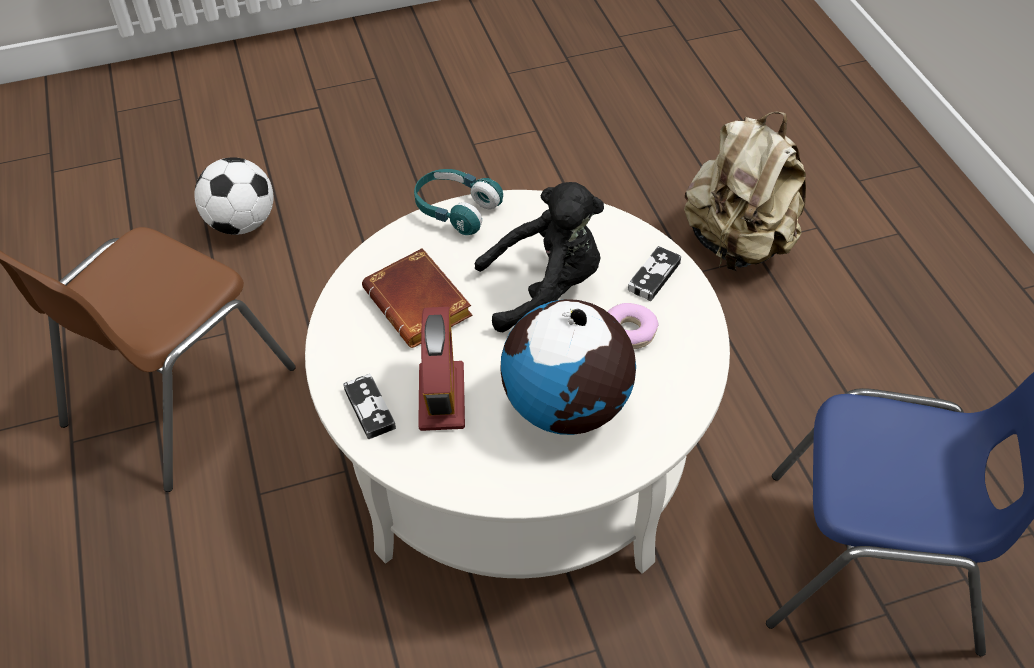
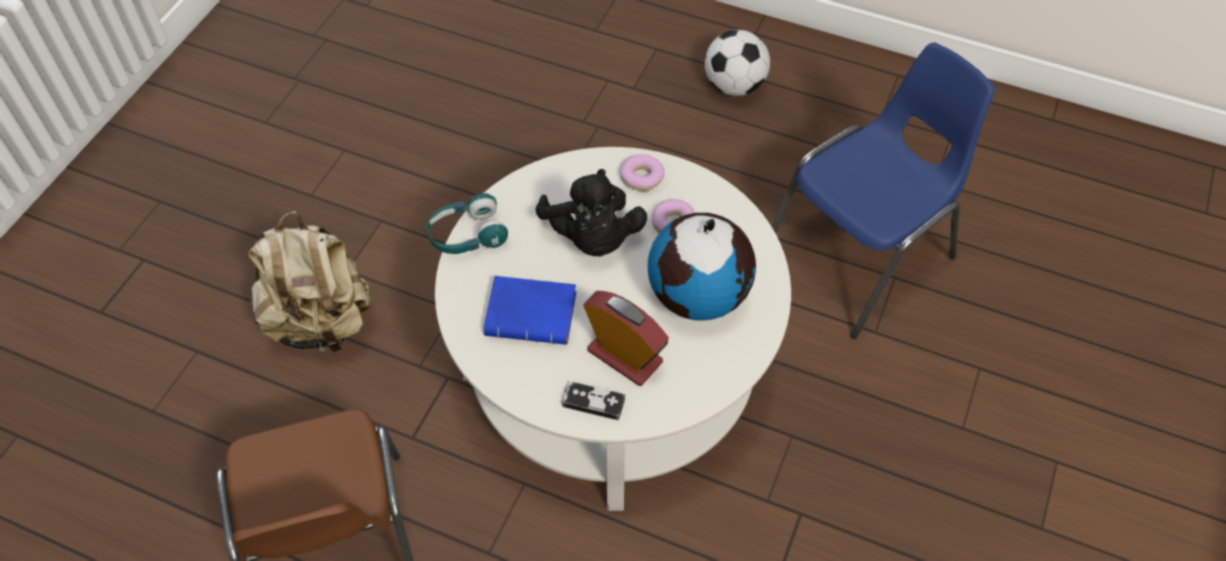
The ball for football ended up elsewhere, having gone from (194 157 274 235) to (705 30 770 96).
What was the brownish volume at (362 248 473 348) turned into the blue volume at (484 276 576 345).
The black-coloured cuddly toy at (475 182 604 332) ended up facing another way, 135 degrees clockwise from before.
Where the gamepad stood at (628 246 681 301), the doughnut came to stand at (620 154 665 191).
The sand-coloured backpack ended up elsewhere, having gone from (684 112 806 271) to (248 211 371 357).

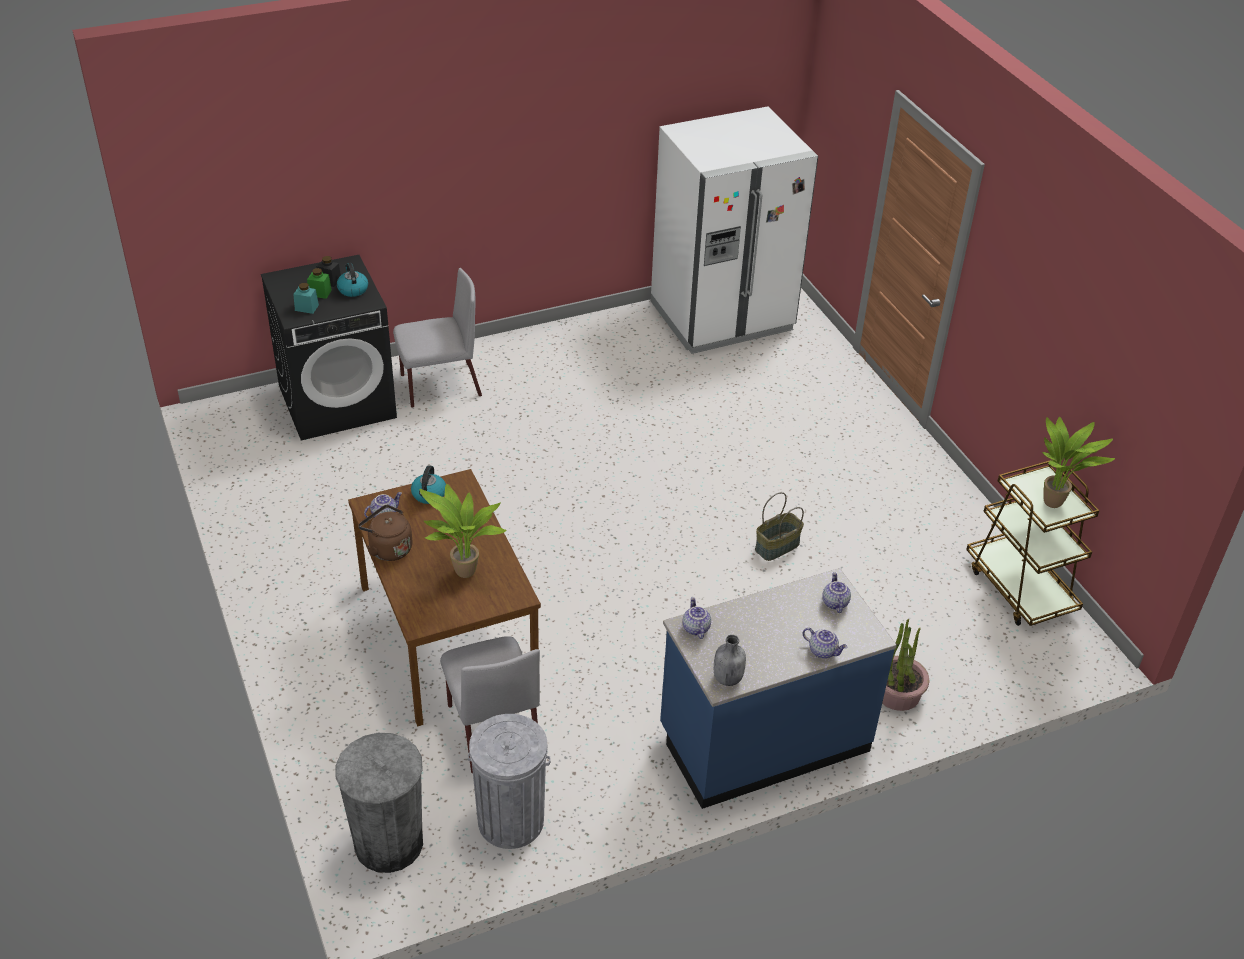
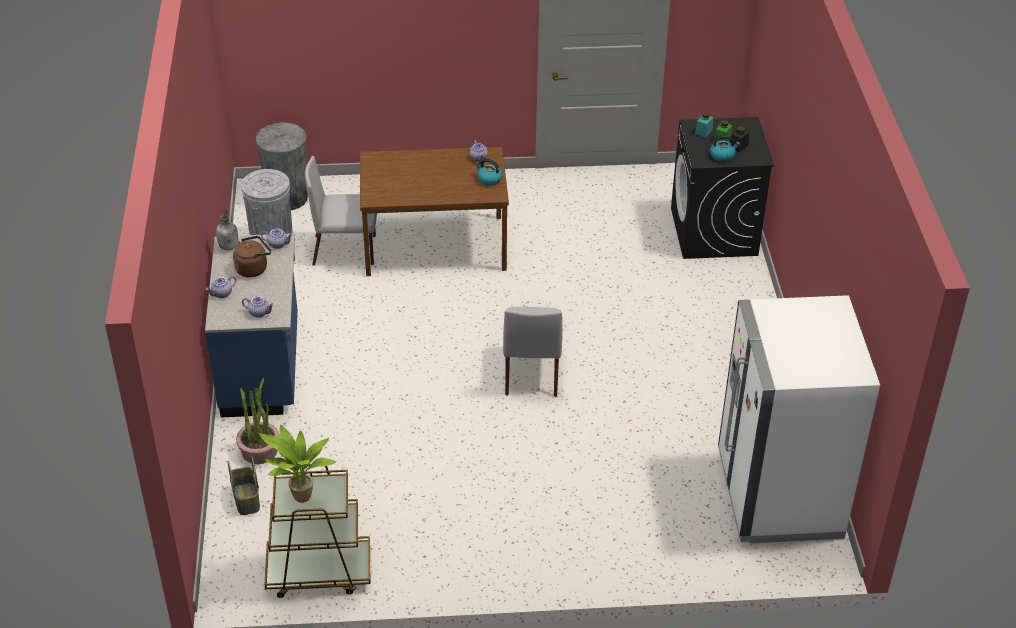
The brownish kettle ended up elsewhere, having gone from (358 505 413 561) to (233 236 271 277).
The gray plain chair ended up elsewhere, having gone from (393 268 482 408) to (503 307 563 397).
The second view lost the plant in a pot at (420 484 506 578).
The basket ended up elsewhere, having gone from (755 492 804 561) to (228 456 260 515).

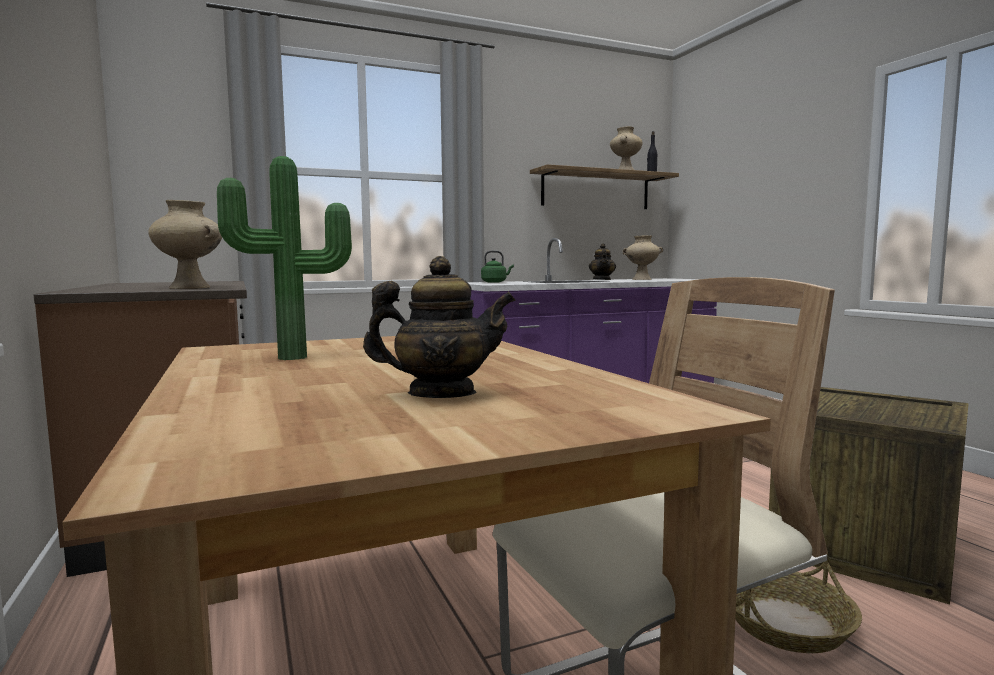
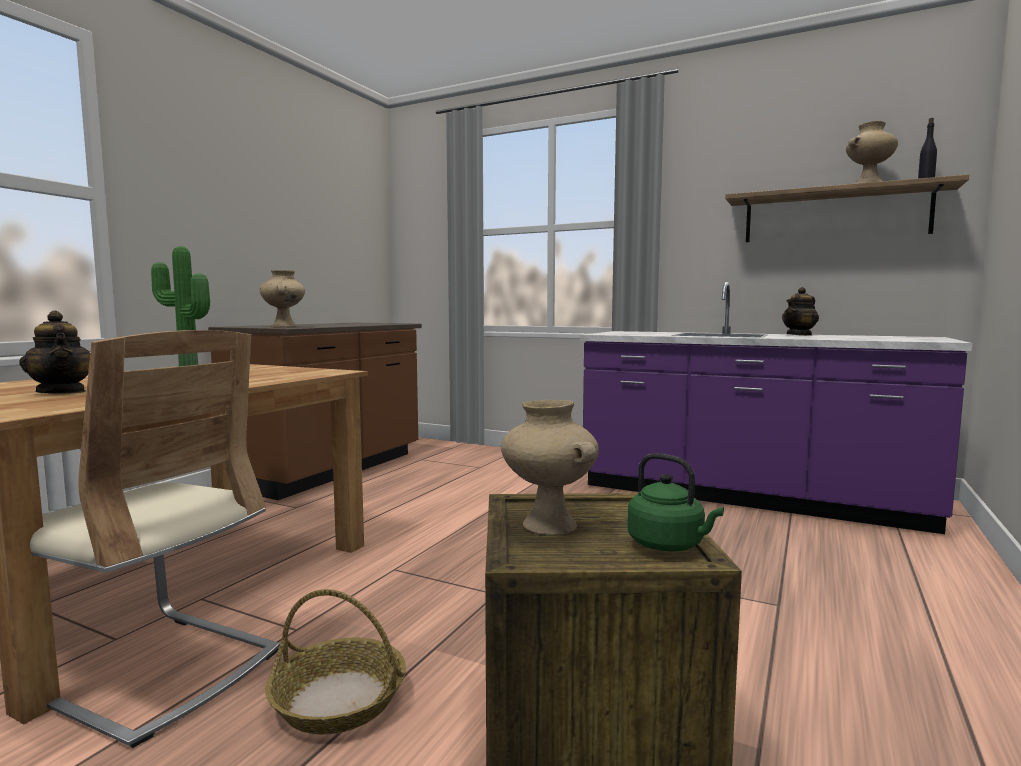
The green-coloured kettle ended up elsewhere, having gone from (481 250 514 283) to (628 453 724 552).
The sand-coloured decorative vase ended up elsewhere, having gone from (622 235 663 280) to (501 400 599 535).

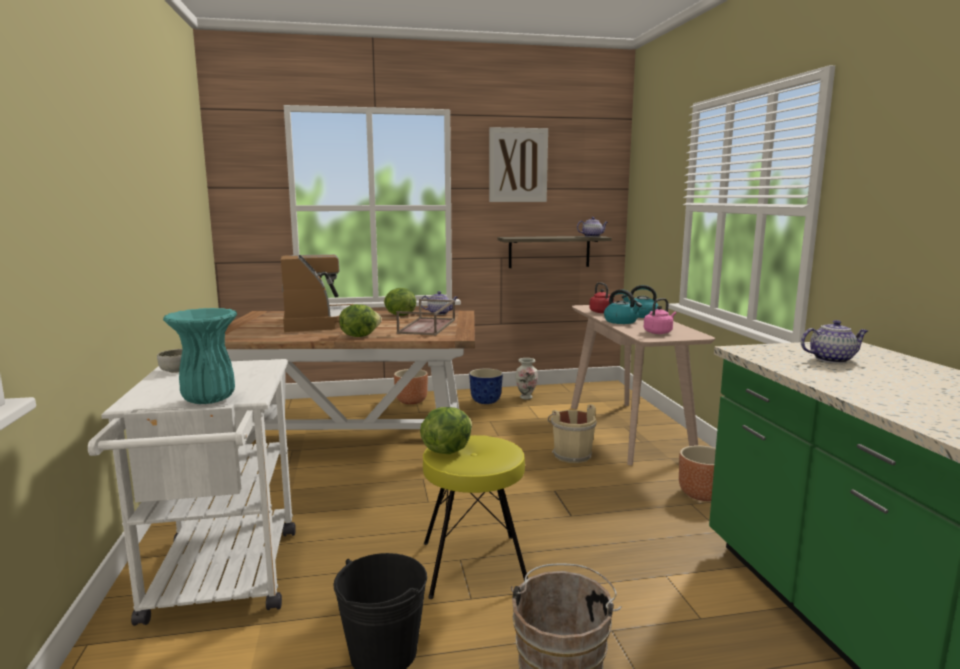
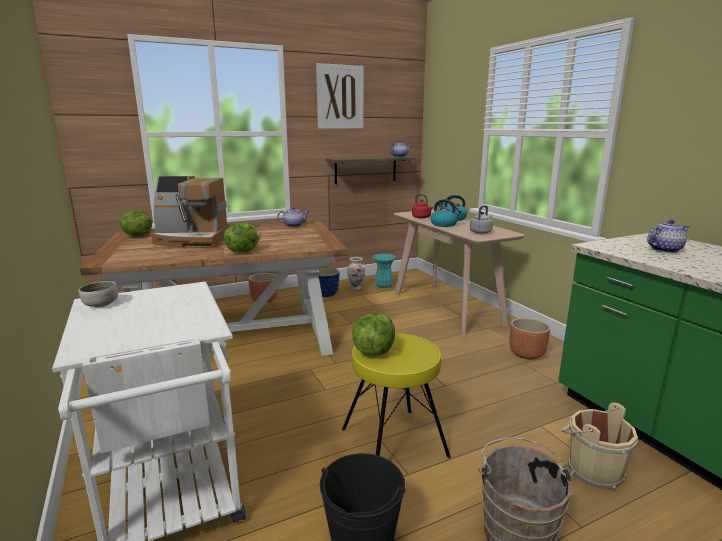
The turquoise-coloured decorative vase ended up elsewhere, having gone from (163 308 237 404) to (372 254 396 288).
The coffee machine at (281 254 354 332) ended up facing another way, 120 degrees clockwise from before.
The lettuce ended up elsewhere, having gone from (384 288 416 316) to (120 210 152 237).
The second view lost the brownish tray at (396 299 455 335).
The sand-coloured water bucket ended up elsewhere, having gone from (548 404 596 463) to (561 402 638 490).
What was the pink kettle at (644 298 676 334) turned into the gray kettle at (470 205 493 234).

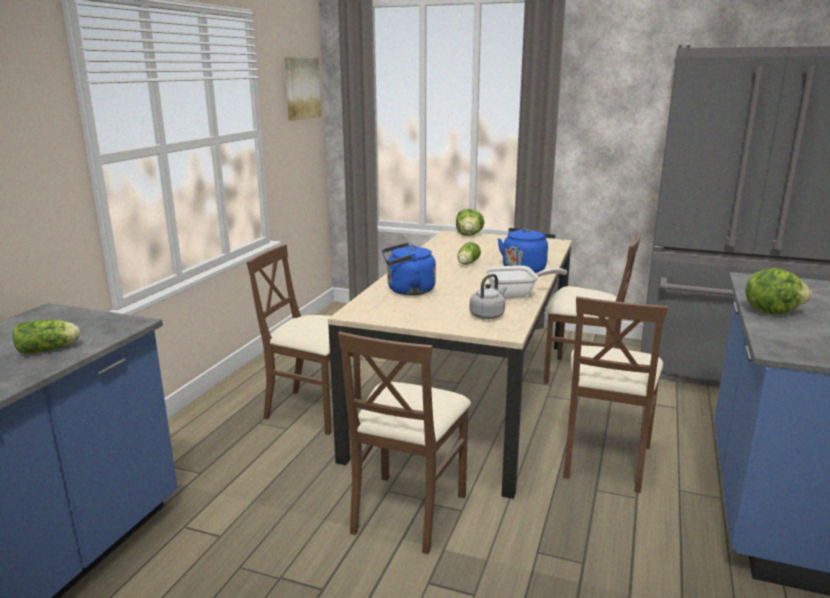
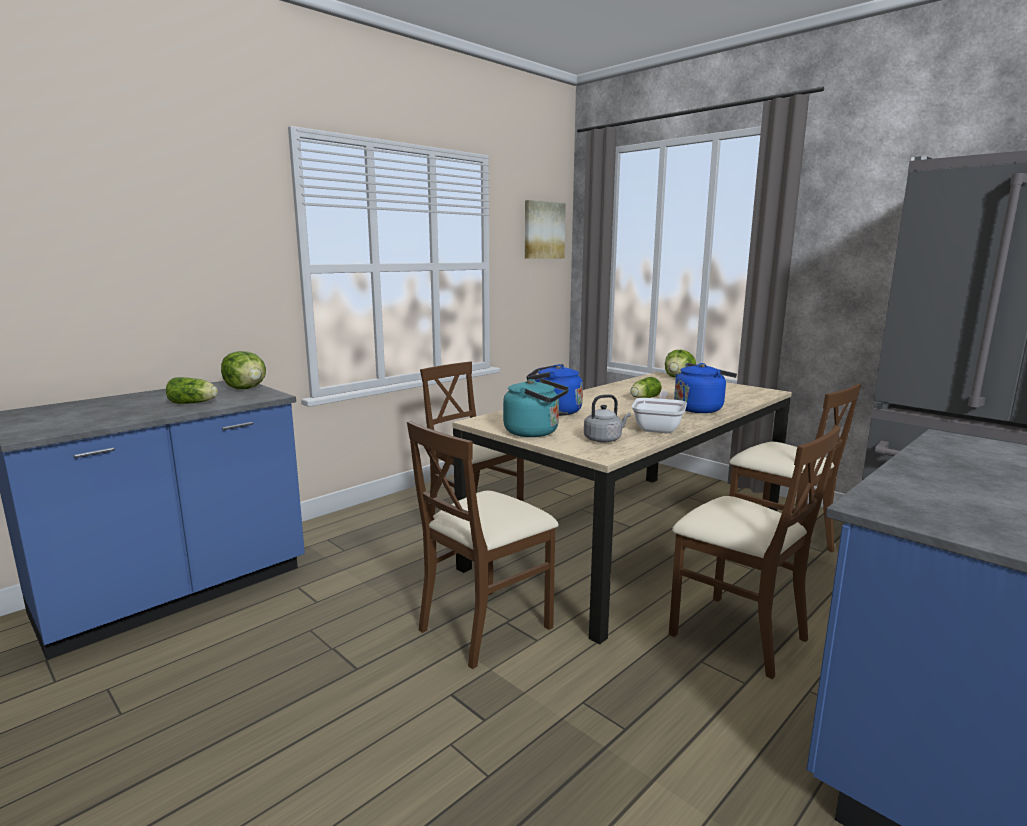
The frying pan at (485 265 567 299) ended up facing another way, 90 degrees counterclockwise from before.
The brownish plain chair at (563 296 668 493) ended up facing another way, 90 degrees counterclockwise from before.
The lettuce ended up elsewhere, having gone from (746 268 812 314) to (221 351 266 389).
The second view gained the turquoise-coloured kettle at (503 378 569 437).

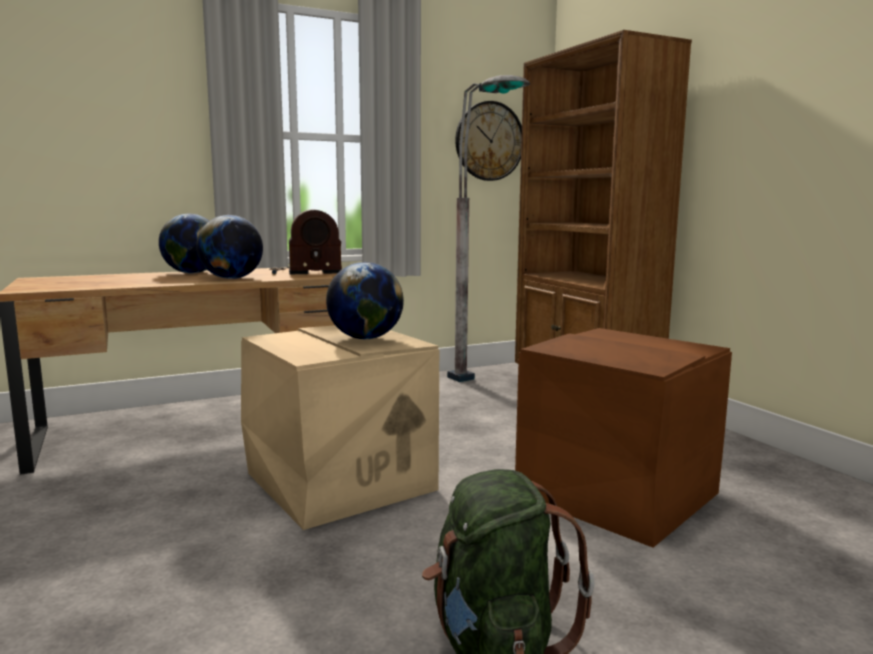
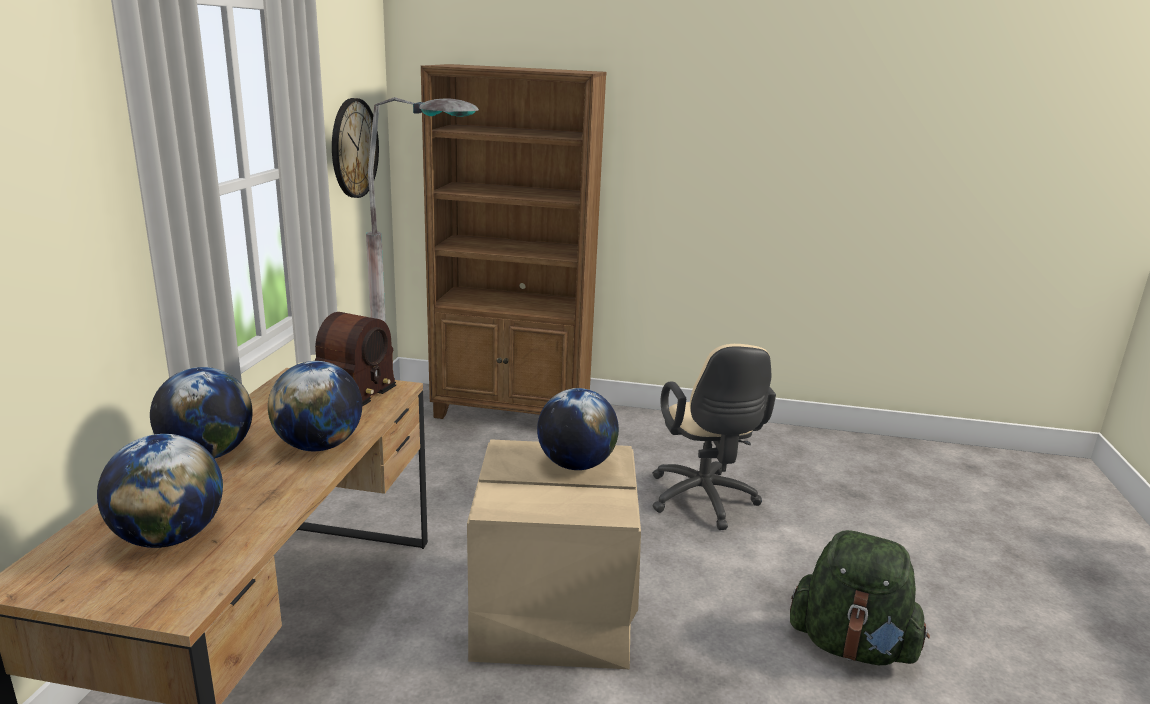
Where the brownish storage box stood at (515 328 732 548), the sand-coloured desk chair came to stand at (653 344 776 530).
The second view gained the globe at (97 434 223 548).

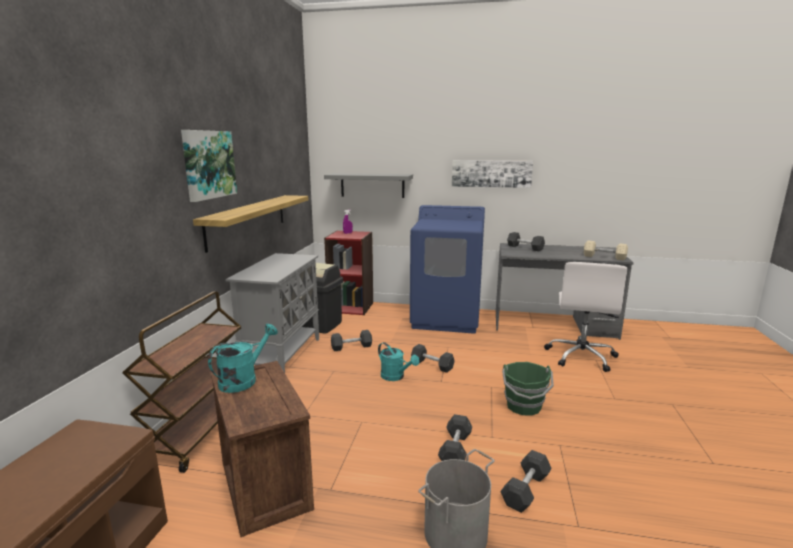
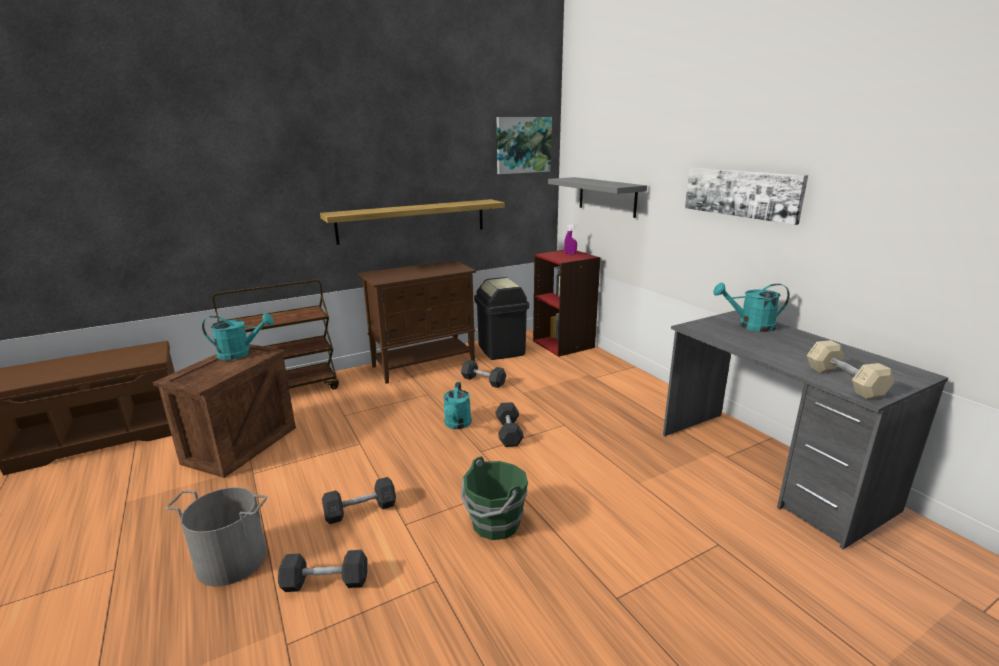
The wall picture ended up elsewhere, having gone from (181 130 237 202) to (497 117 552 174).
What was the gray cabinet at (225 253 319 373) turned into the brownish cabinet at (358 260 476 384).
The second view lost the blue washing machine at (410 205 485 334).
Where the gray free weight stood at (507 232 545 251), the turquoise-coloured watering can came to stand at (713 282 790 332).
The second view lost the whitish desk chair at (544 262 628 372).

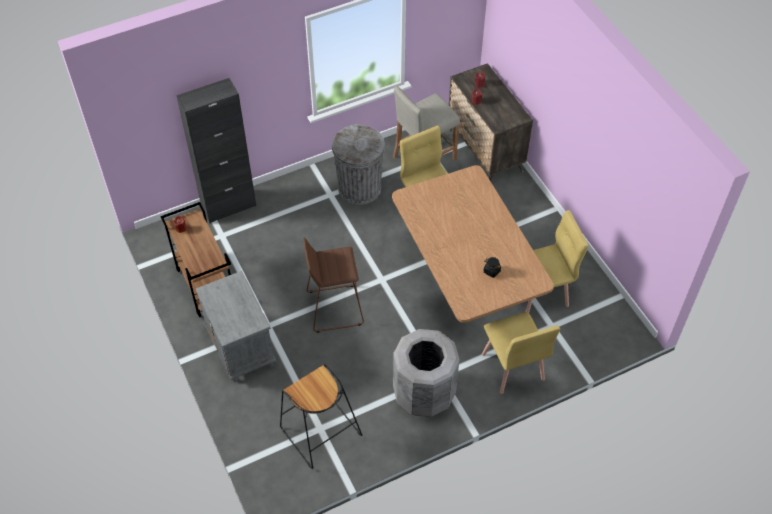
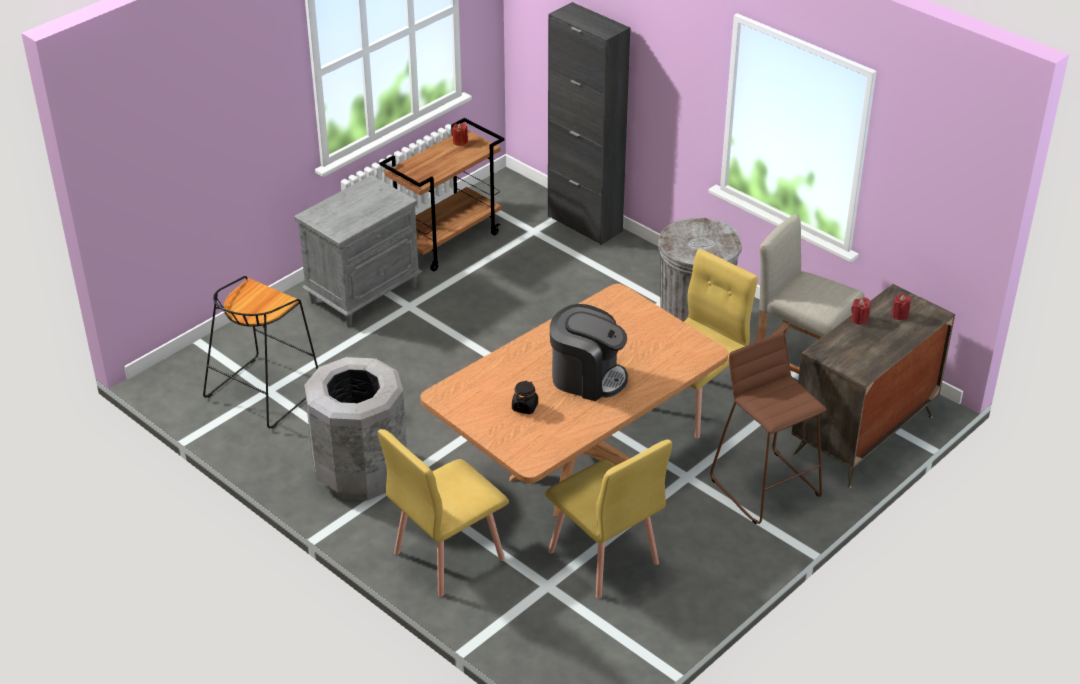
The brownish stool ended up elsewhere, having gone from (303 237 364 333) to (710 332 827 524).
The second view gained the coffee machine at (550 304 628 401).

